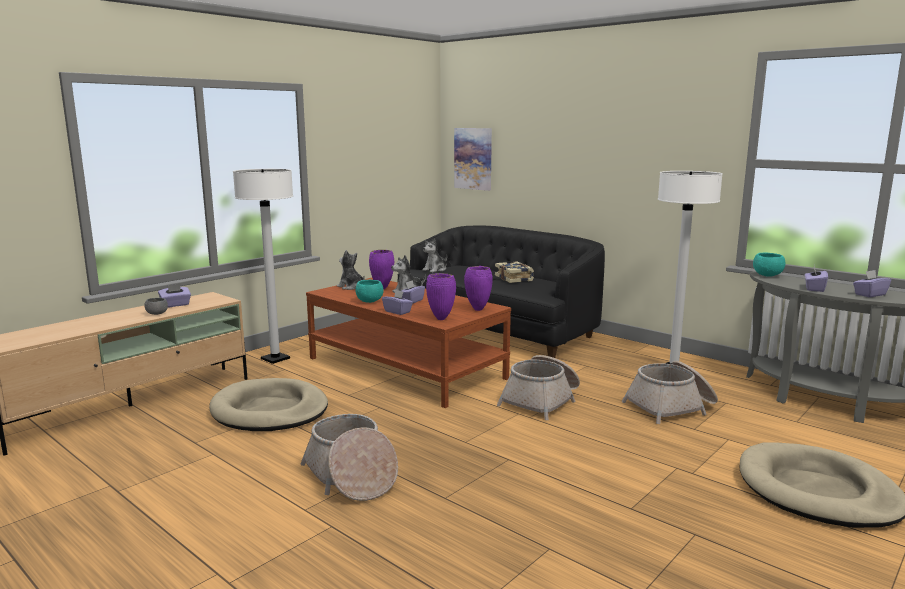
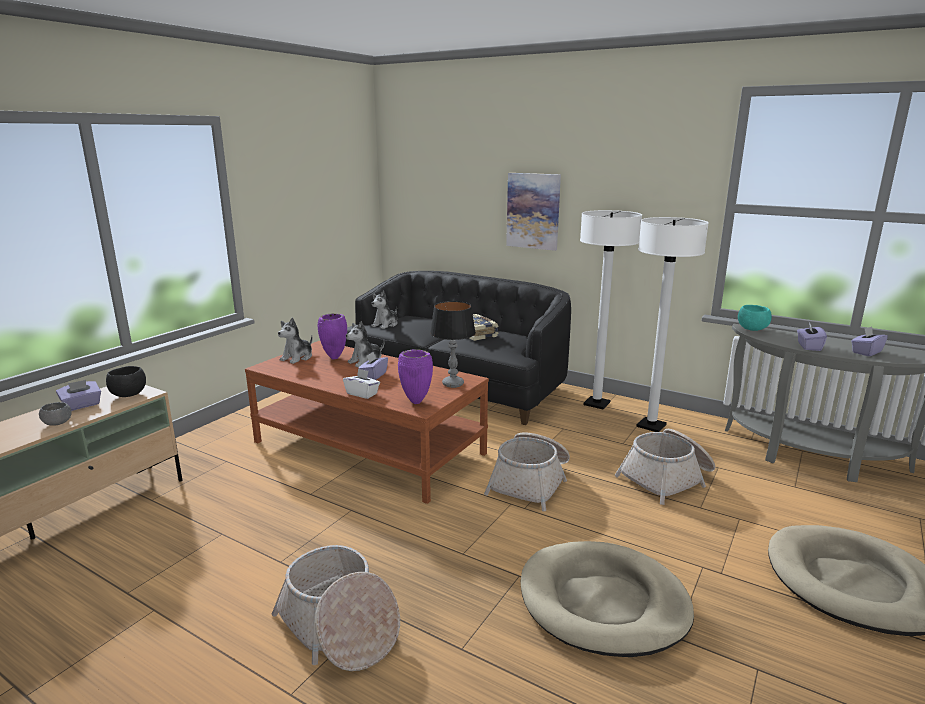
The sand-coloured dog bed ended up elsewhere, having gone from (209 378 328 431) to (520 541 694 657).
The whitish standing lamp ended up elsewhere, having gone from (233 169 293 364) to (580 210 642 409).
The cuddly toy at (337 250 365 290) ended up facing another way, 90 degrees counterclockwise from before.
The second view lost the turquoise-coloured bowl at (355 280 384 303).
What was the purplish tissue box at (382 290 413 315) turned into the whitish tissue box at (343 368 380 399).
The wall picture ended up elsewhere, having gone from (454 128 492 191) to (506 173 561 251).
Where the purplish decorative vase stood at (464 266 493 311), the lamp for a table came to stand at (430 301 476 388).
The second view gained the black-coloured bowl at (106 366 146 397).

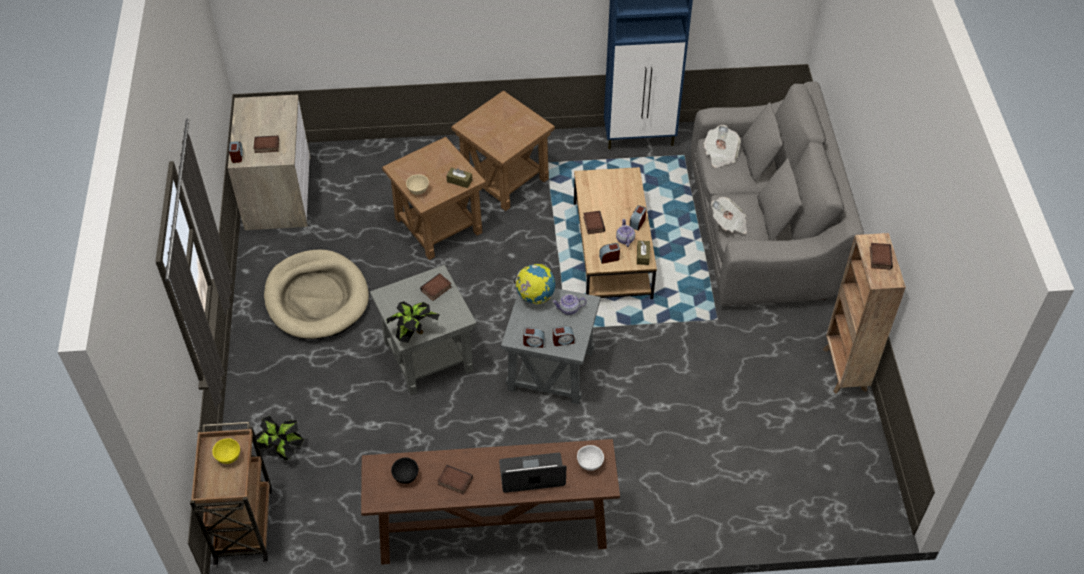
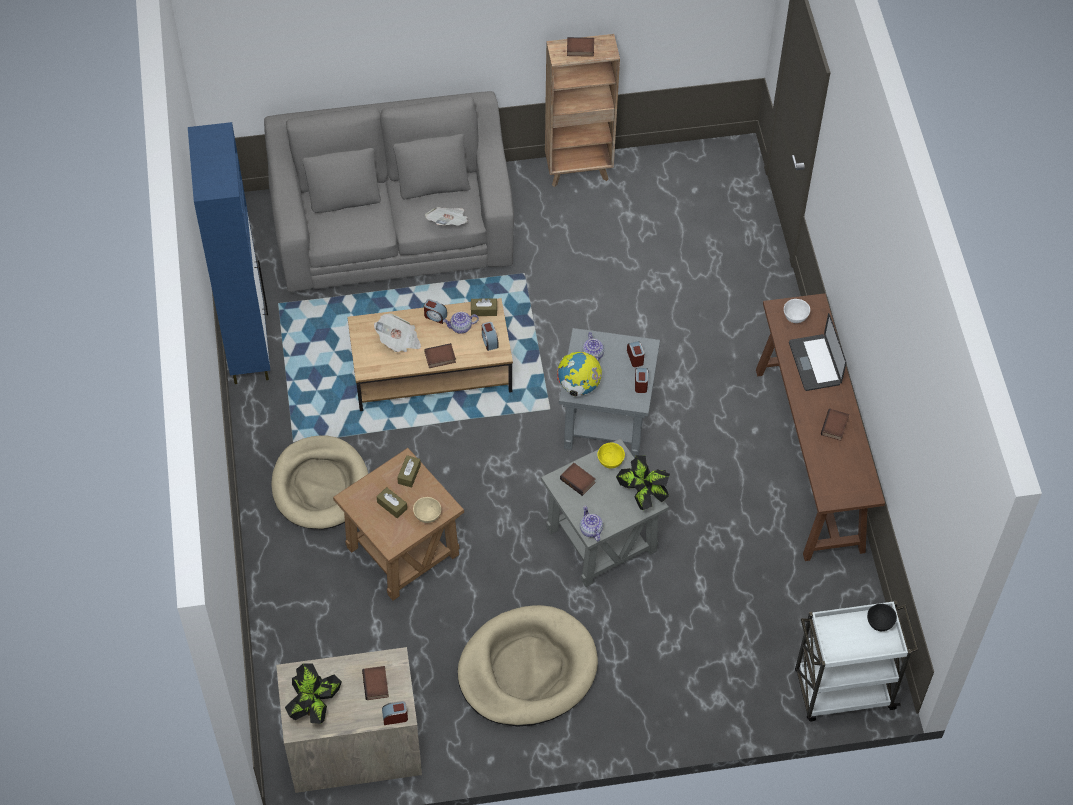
What was the brownish wheeled cart at (190 422 272 565) turned into the whitish wheeled cart at (795 601 918 721).
The yellow bowl ended up elsewhere, having gone from (212 438 240 464) to (597 443 625 468).
The plant in a pot ended up elsewhere, having gone from (255 416 304 460) to (285 663 342 724).
The black-coloured bowl ended up elsewhere, having gone from (391 457 418 484) to (867 604 897 631).
Where the brownish side table stood at (451 90 555 211), the sand-coloured dog bed came to stand at (271 435 368 529).
The printed paper ended up elsewhere, having gone from (703 125 741 168) to (374 313 421 352).
The second view gained the brownish tissue box at (377 487 407 518).
The second view gained the pot for tea at (580 506 603 542).

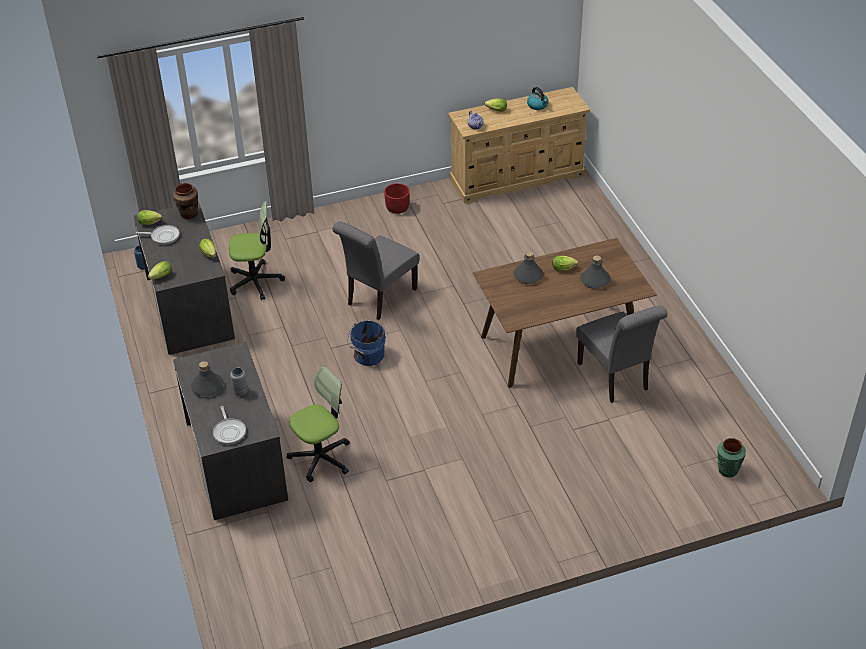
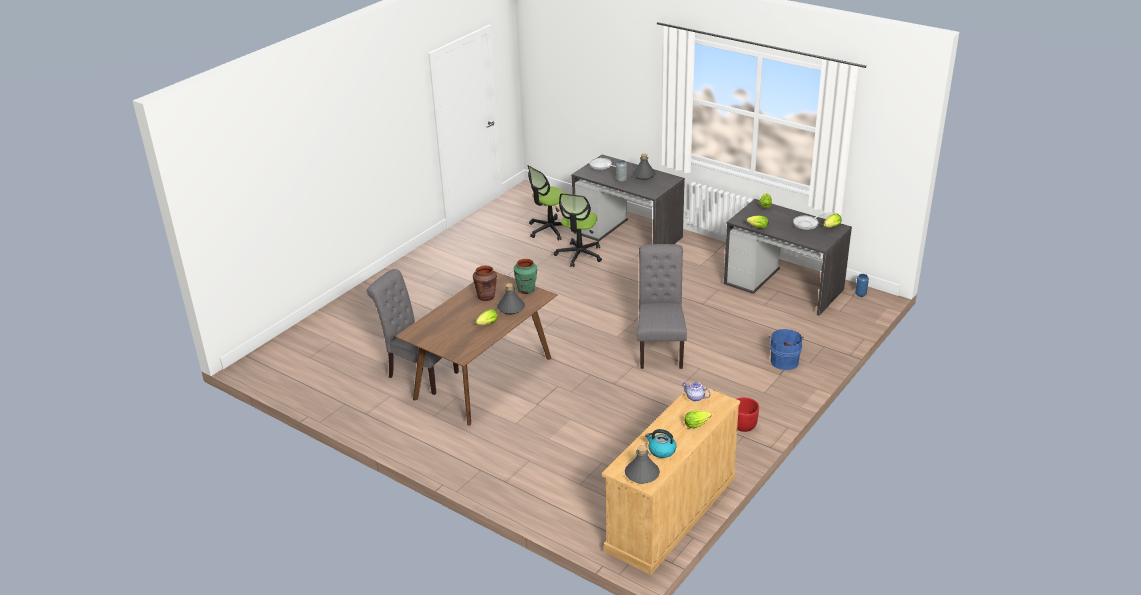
The brownish decorative vase ended up elsewhere, having gone from (173 183 198 219) to (473 266 497 301).
The desk chair ended up elsewhere, having gone from (229 201 285 300) to (527 165 571 241).
The blue water bucket ended up elsewhere, having gone from (347 320 386 366) to (769 329 804 370).
The gray beverage bottle ended up elsewhere, having gone from (580 256 611 289) to (625 445 660 484).
The green-coloured decorative vase ended up elsewhere, having gone from (717 438 746 477) to (514 259 537 294).

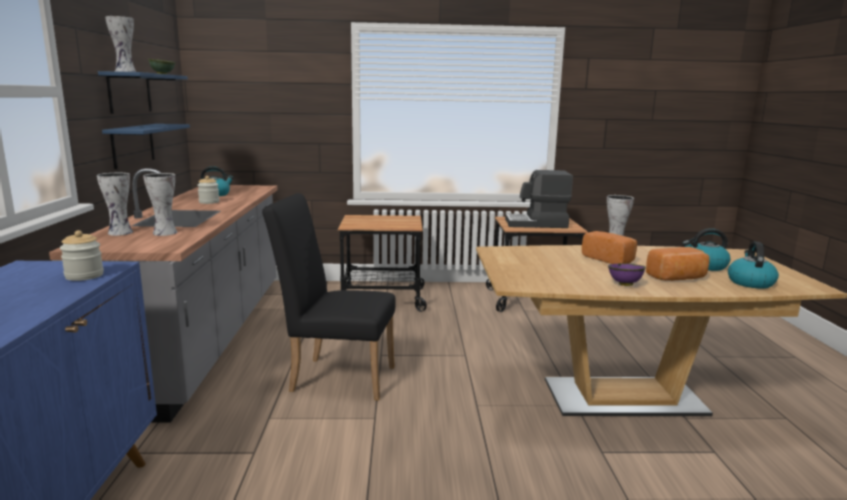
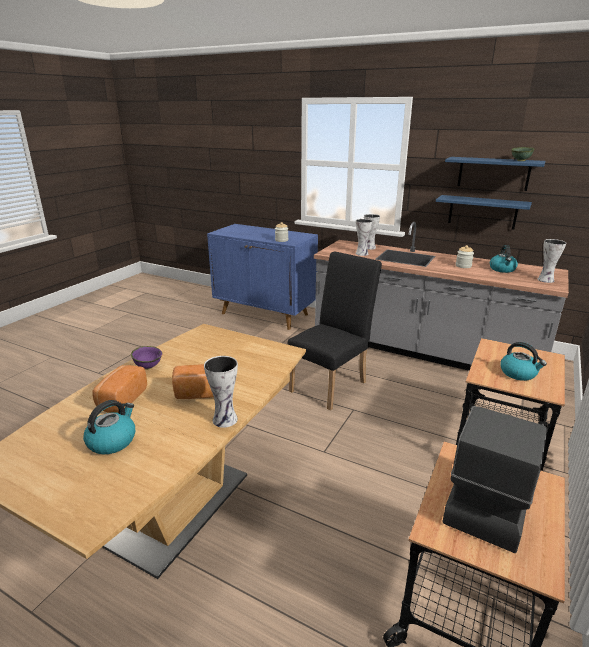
The decorative vase ended up elsewhere, having gone from (105 16 136 72) to (538 239 566 283).
The kettle ended up elsewhere, having gone from (728 242 779 289) to (500 342 547 381).

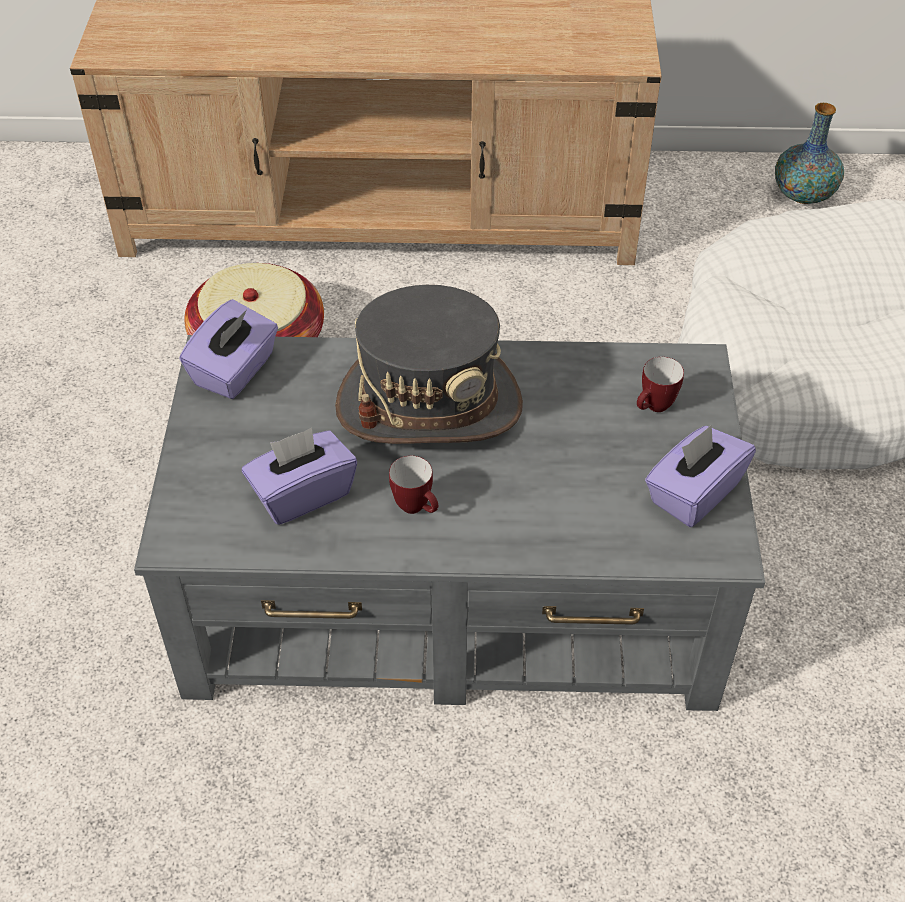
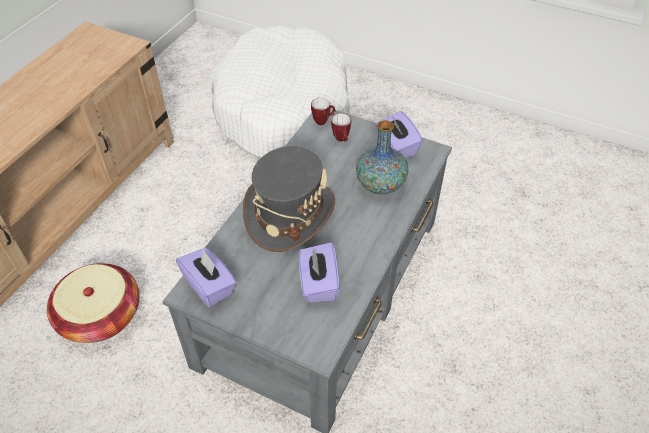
The mug ended up elsewhere, having gone from (389 456 438 514) to (311 98 335 125).
The decorative vase ended up elsewhere, having gone from (775 103 844 204) to (356 120 409 194).

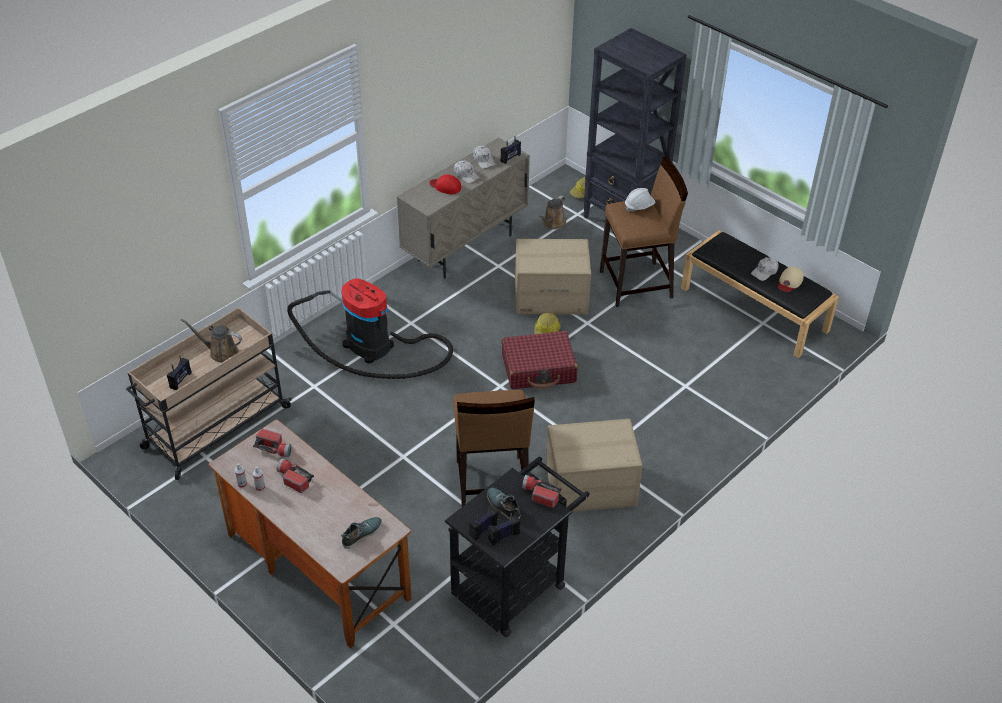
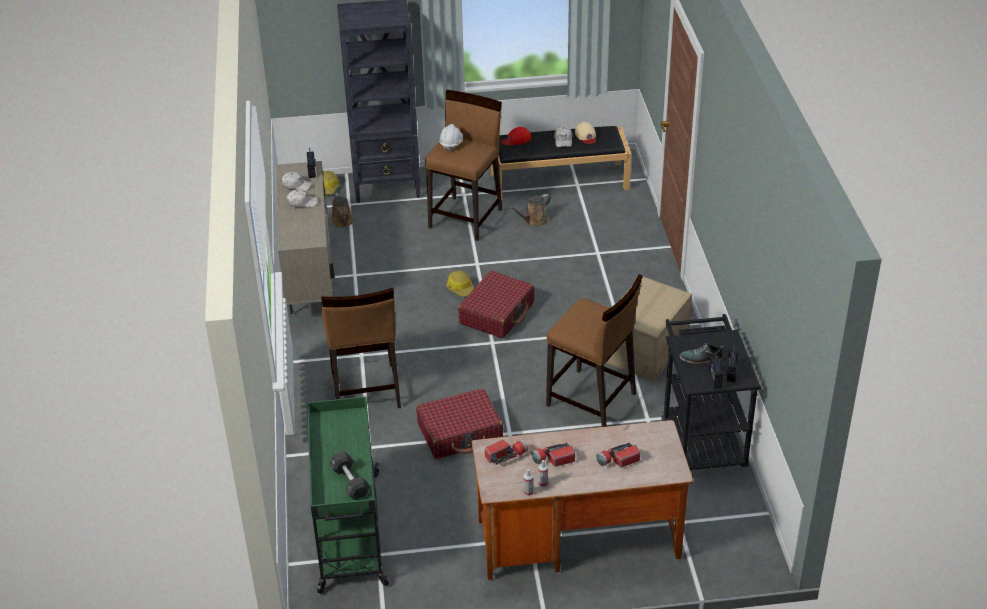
What was the sand-coloured wheeled cart at (126 307 292 480) turned into the green-coloured wheeled cart at (307 396 389 594).
Where the radio receiver stood at (167 356 192 390), the black-coloured free weight came to stand at (329 451 370 500).
The brownish watering can ended up elsewhere, having gone from (181 319 242 363) to (509 194 551 226).
Where the vacuum cleaner stood at (287 279 453 379), the brownish stool came to stand at (321 288 401 408).
The second view lost the low shoe at (341 517 382 549).
The red baseball cap ended up elsewhere, having gone from (429 174 461 194) to (501 127 531 146).
The second view lost the carton at (515 239 591 315).
The torch ended up elsewhere, having gone from (522 475 562 508) to (596 442 640 468).
The second view gained the red piece of luggage at (416 388 503 459).

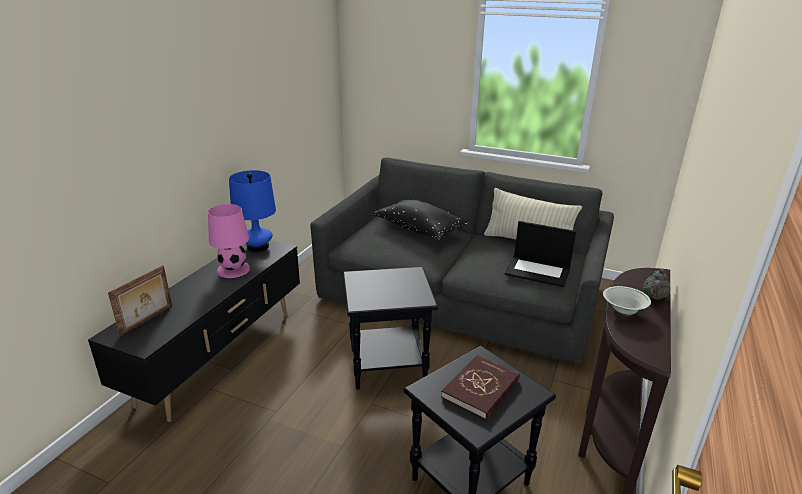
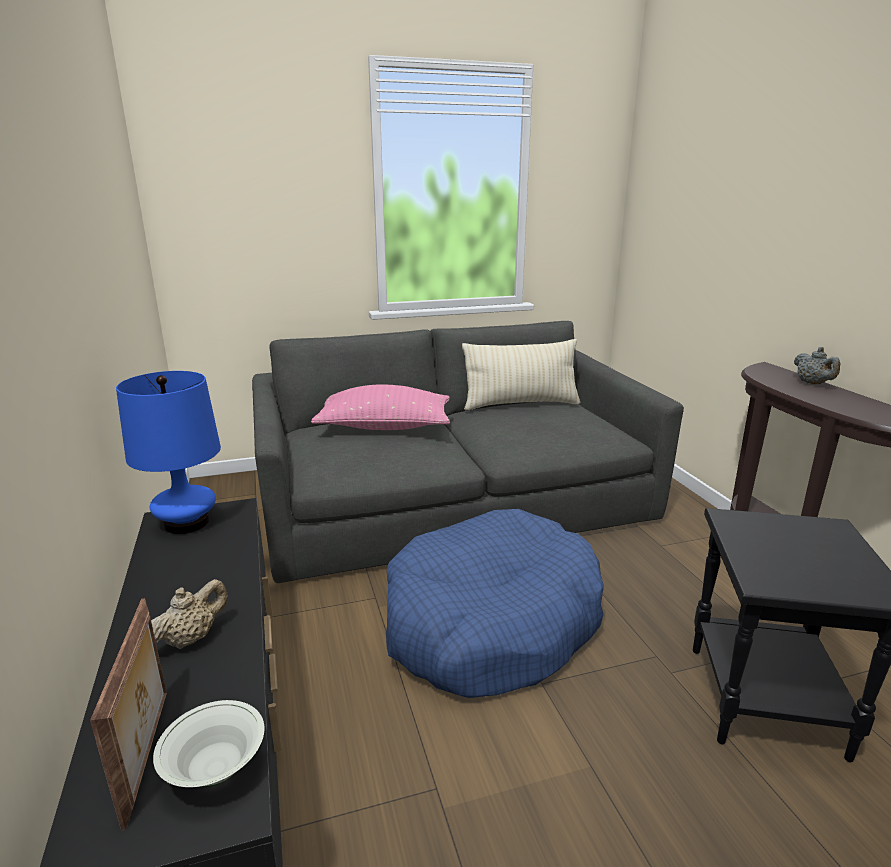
The second view lost the pink lamp for a table at (208 204 250 278).
Where the black-coloured side table stood at (343 267 438 390), the blue dog bed came to stand at (386 509 604 698).
What was the black-coloured cushion at (373 199 469 240) turned into the pink cushion at (311 385 450 430).
The second view lost the red volume at (441 355 520 420).
The second view lost the notebook computer at (505 221 576 287).
The whitish bowl ended up elsewhere, having gone from (603 286 651 315) to (153 700 264 787).
The second view gained the sand-coloured pot for tea at (151 579 228 649).

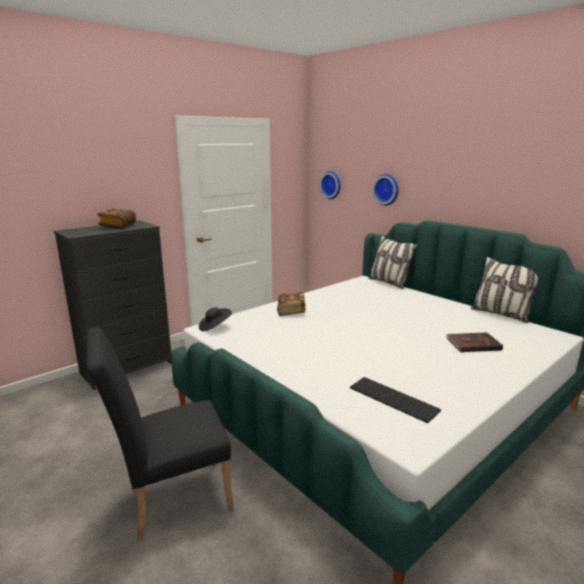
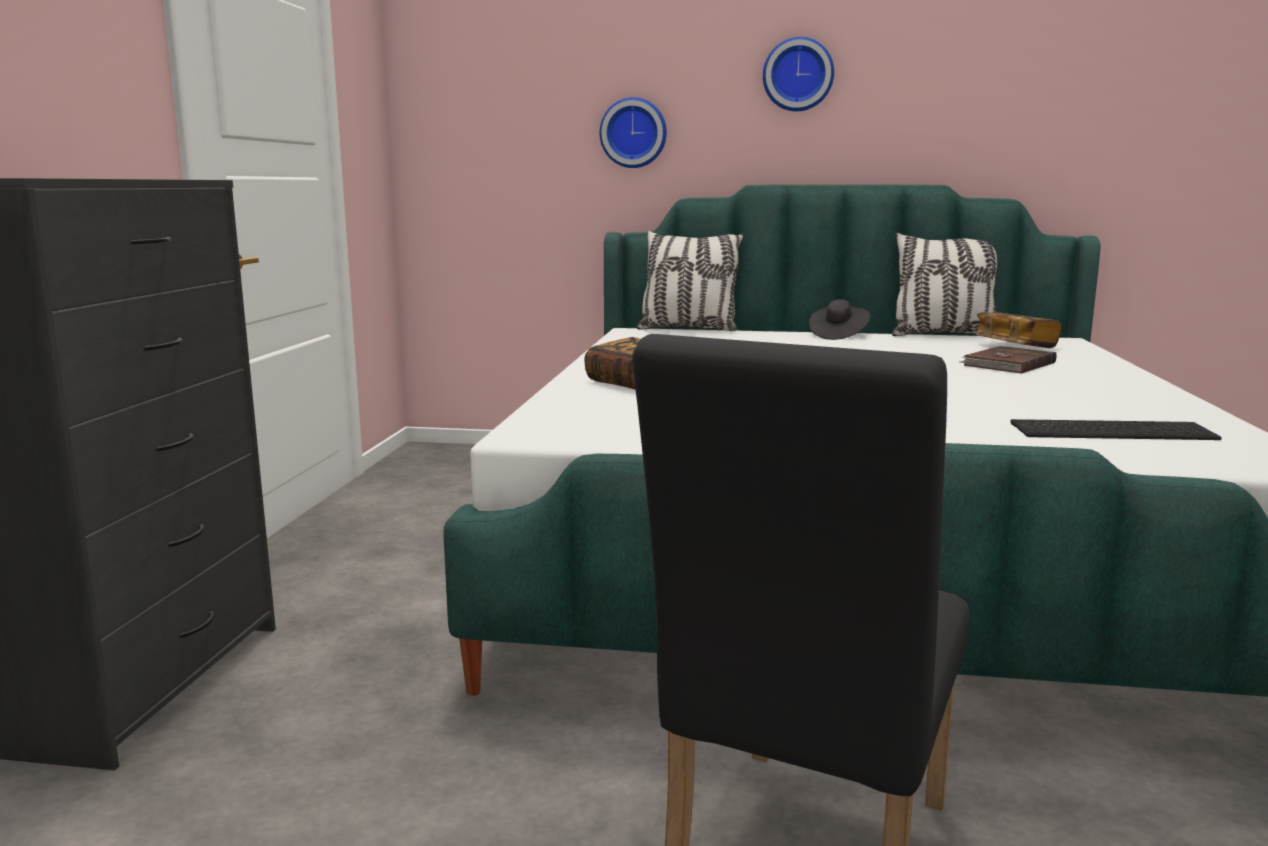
The volume ended up elsewhere, having gone from (97 209 136 229) to (974 312 1061 348).
The black-coloured hat ended up elsewhere, having gone from (199 307 232 331) to (809 299 871 340).
The wall clock ended up elsewhere, having gone from (320 171 341 199) to (763 37 834 111).

